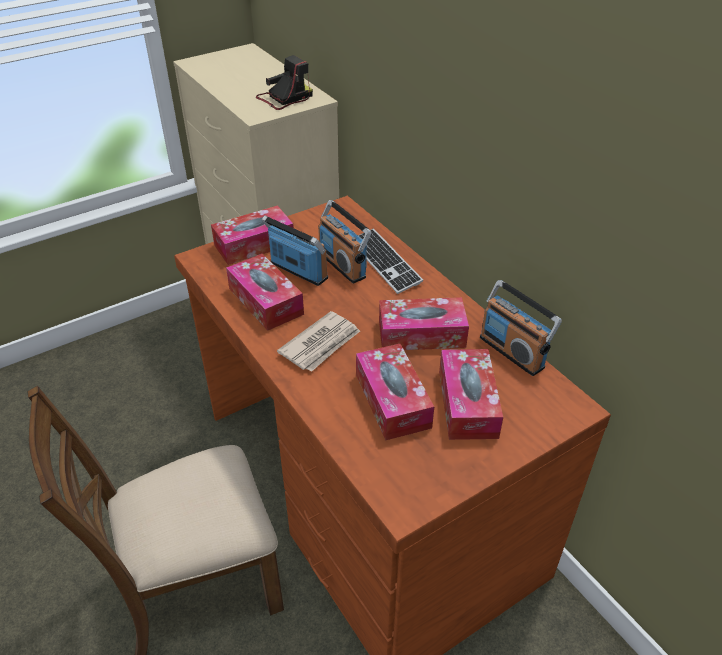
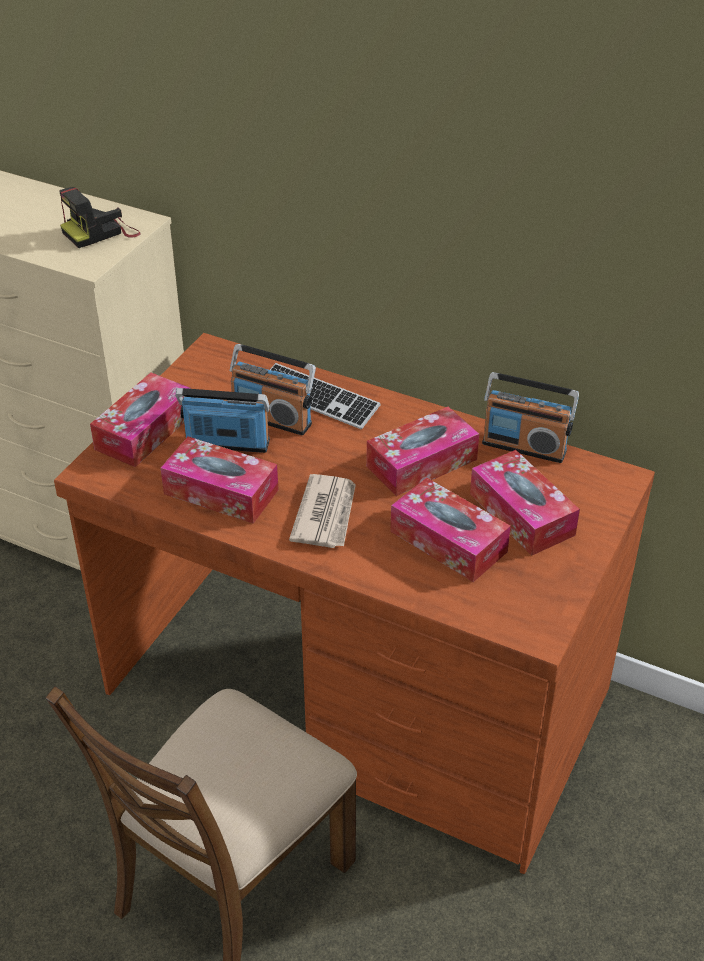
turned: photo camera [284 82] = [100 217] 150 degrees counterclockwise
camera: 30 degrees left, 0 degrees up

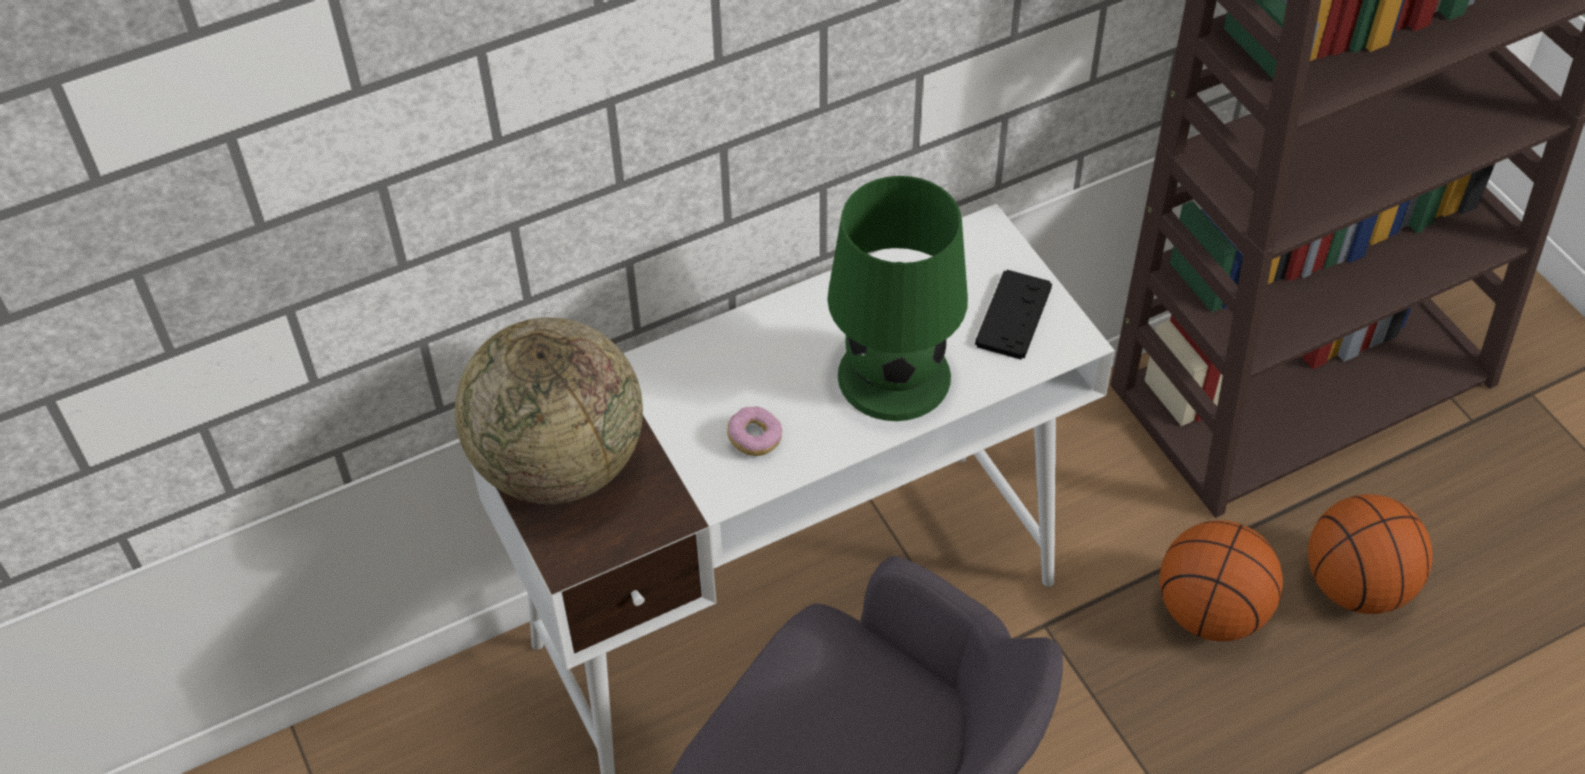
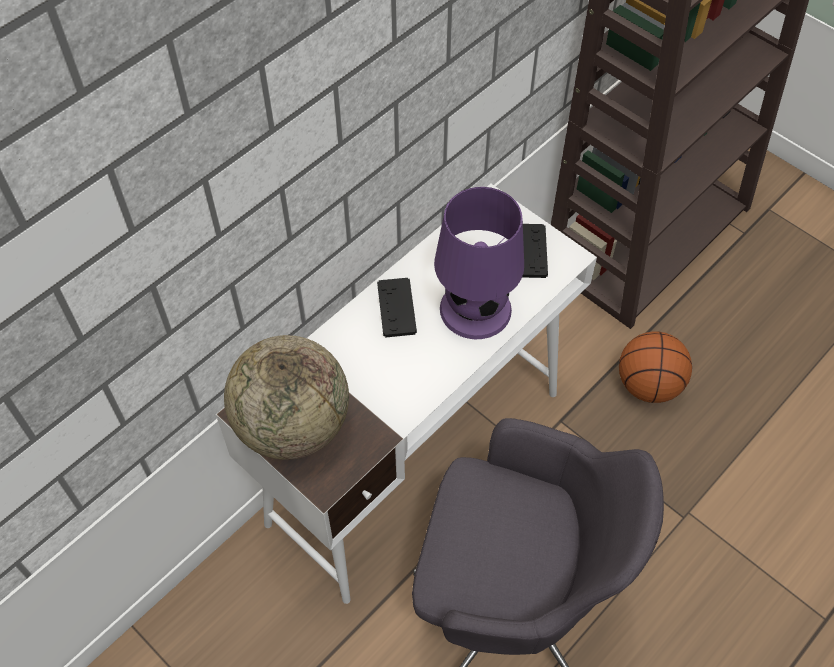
removed: ring doughnut [754 431]; basketball [1370 554]
added: black game controller [397 308]
recoloured: greenish lamp for a table [897 298] to purple lamp for a table [479 263]
camera: 20 degrees left, 5 degrees up

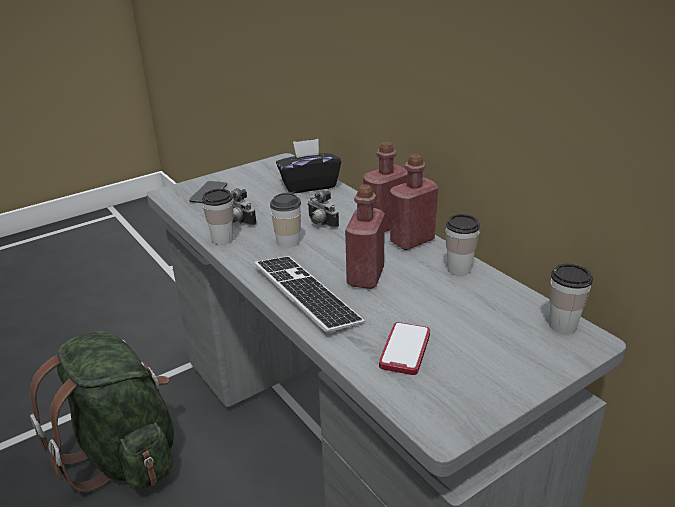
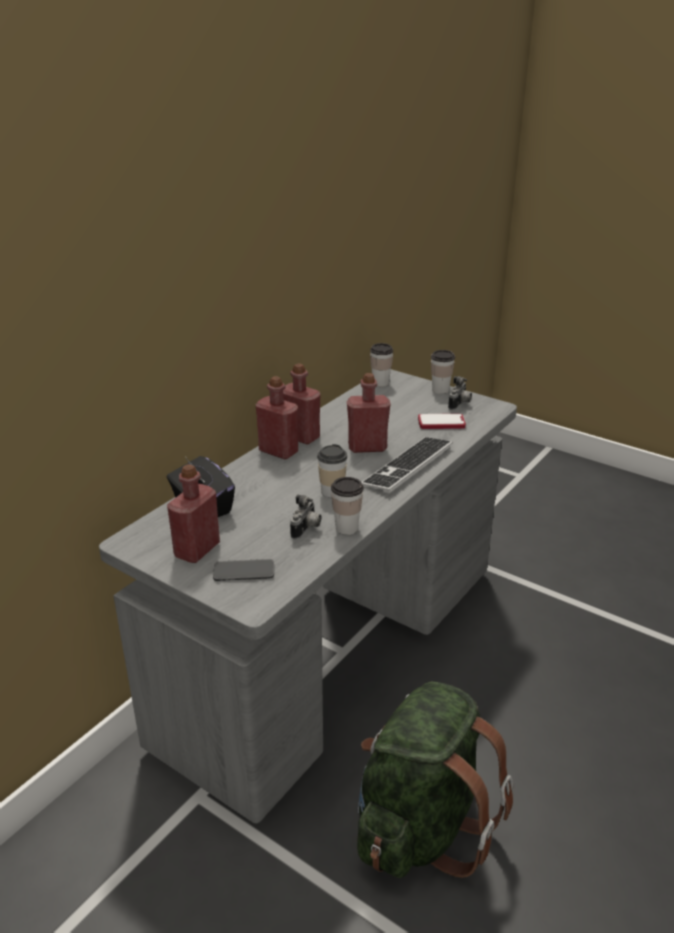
added: reddish beverage bottle [193 513]
moved: photo camera [323 208] to [460 393]; drinking cup [462 245] to [443 372]
camera: 110 degrees left, 0 degrees up

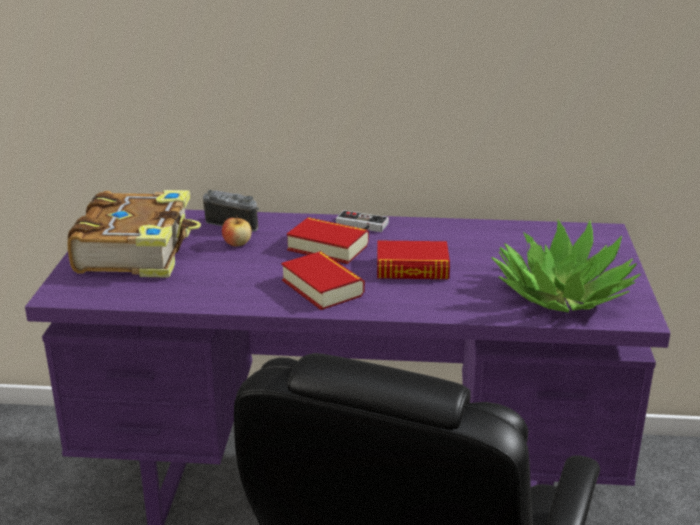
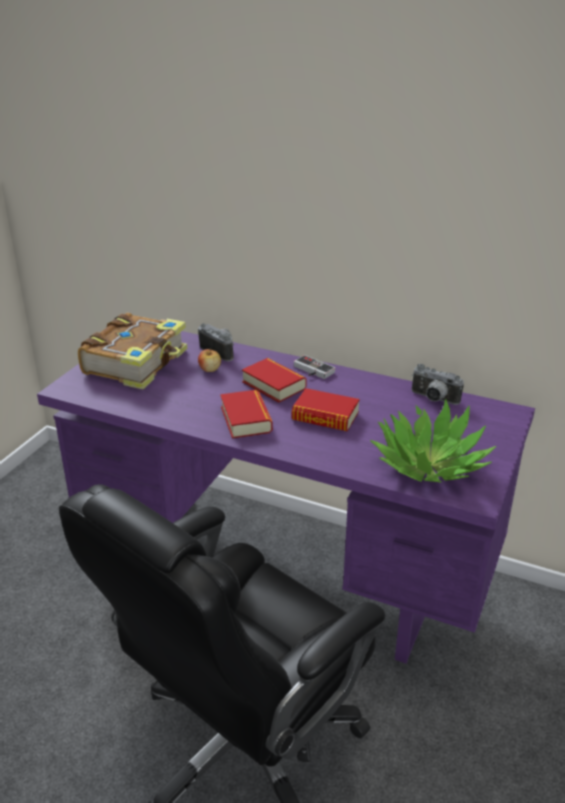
added: photo camera [438 384]
camera: 20 degrees right, 5 degrees up

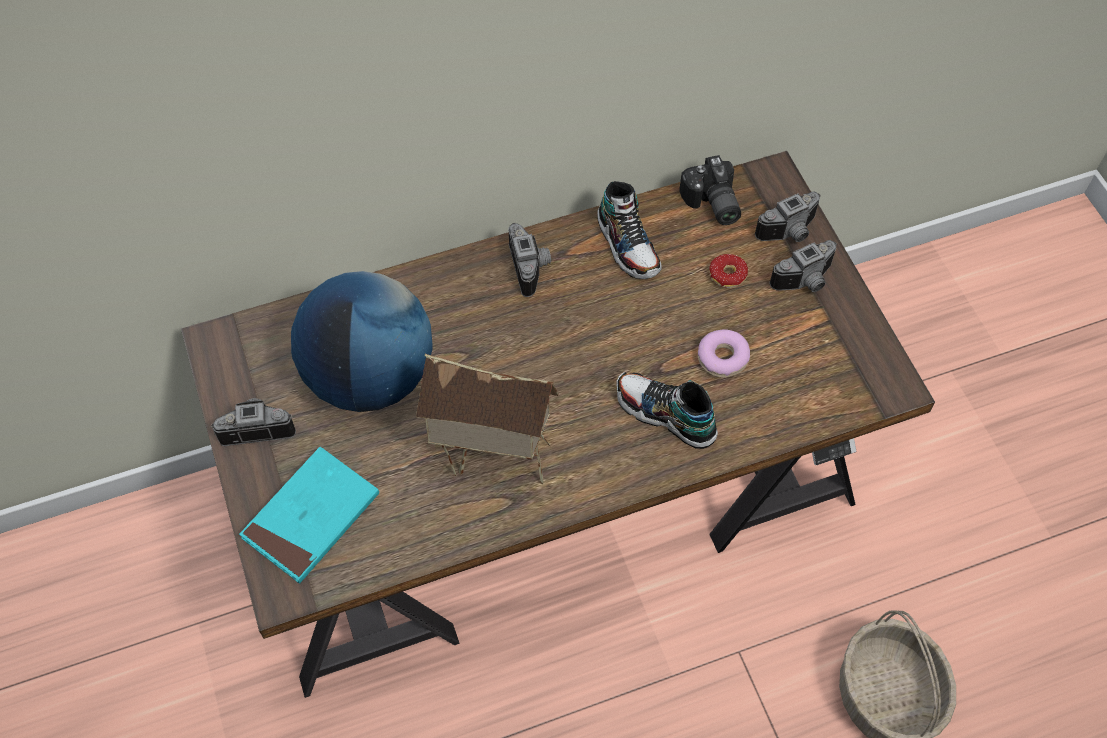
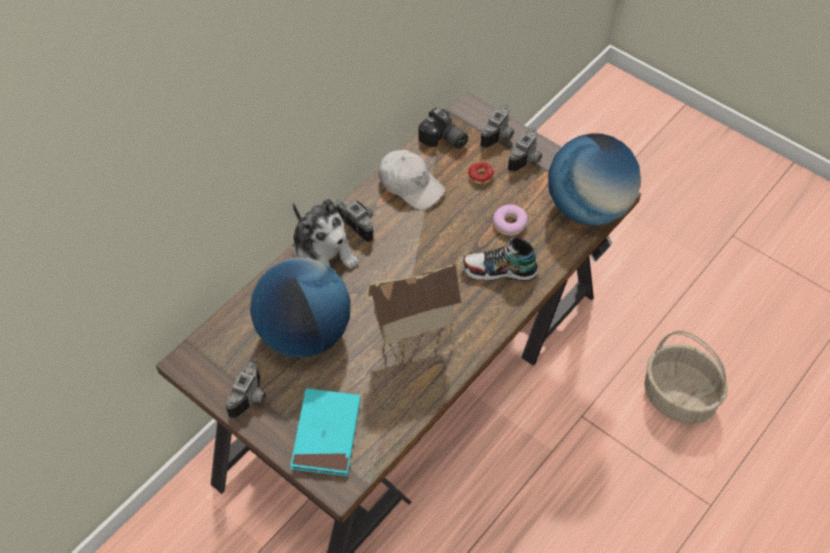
added: globe [594 179]; cuddly toy [326 234]
replaced: item of footwear [629 230] to white cap [411 180]
turned: photo camera [253 422] = [245 390] 150 degrees clockwise
camera: 30 degrees left, 5 degrees down

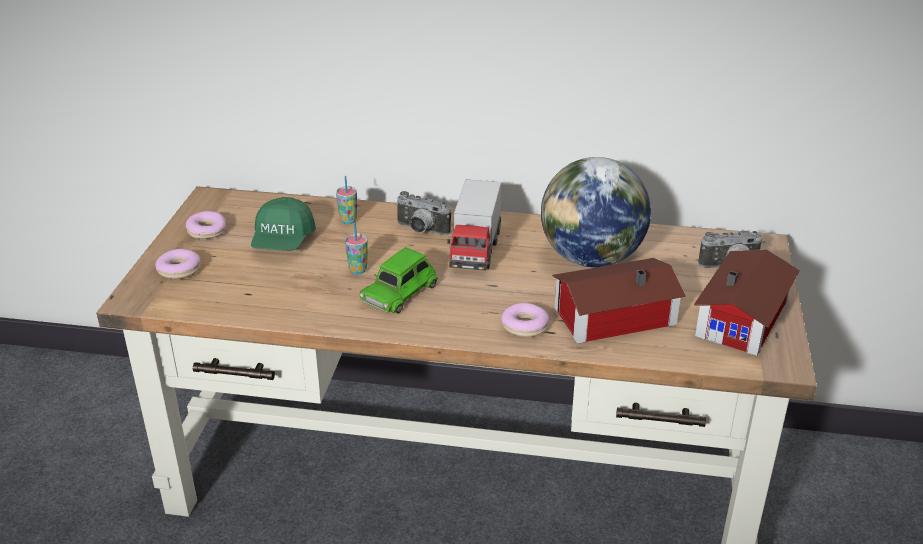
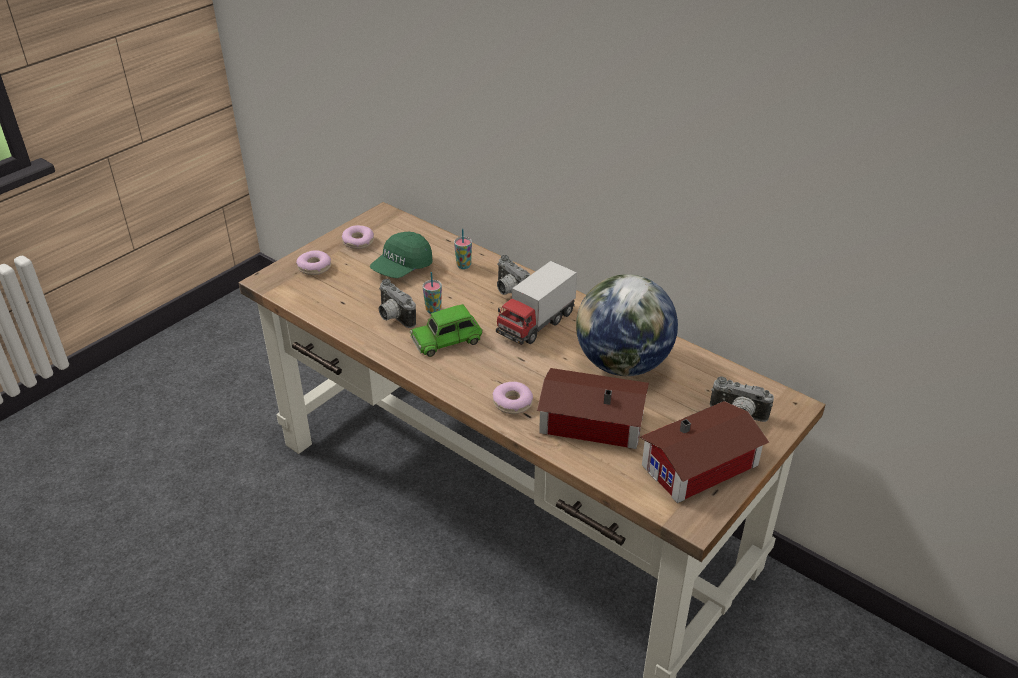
added: photo camera [397 303]
camera: 30 degrees right, 5 degrees up

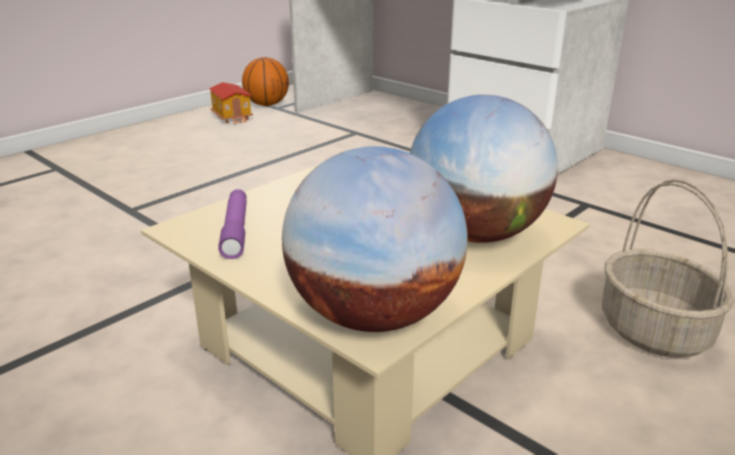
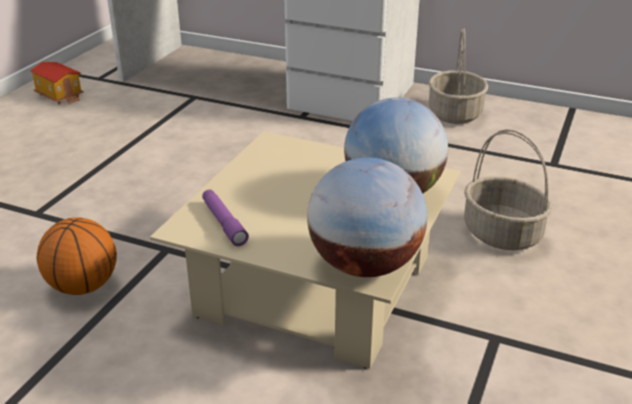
added: storage basket [458 76]
moved: basketball [265 81] to [77 256]
camera: 20 degrees left, 5 degrees up

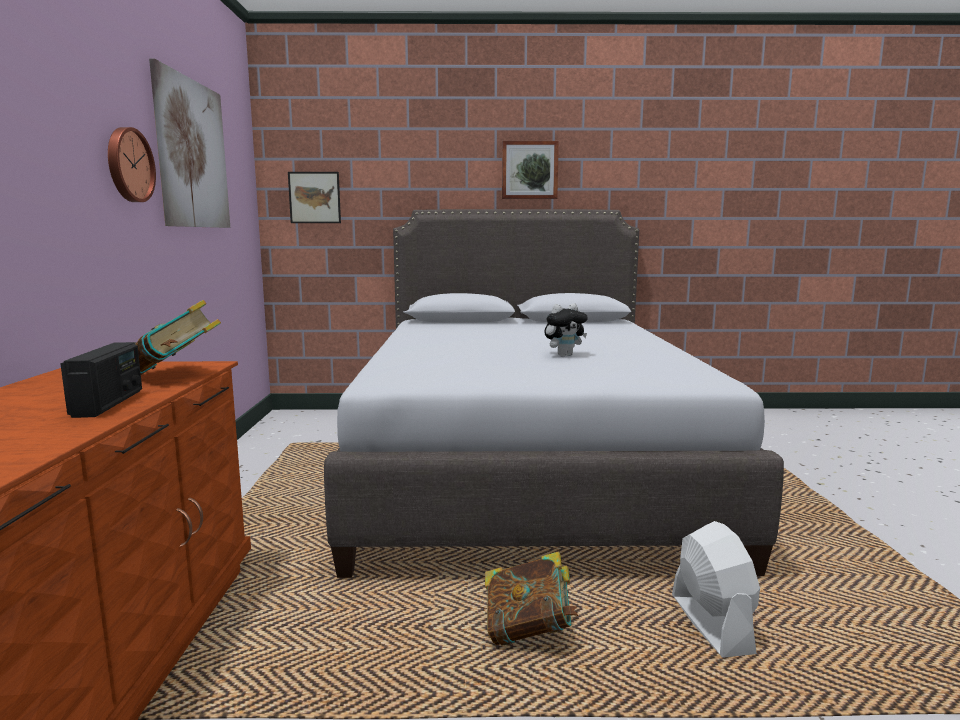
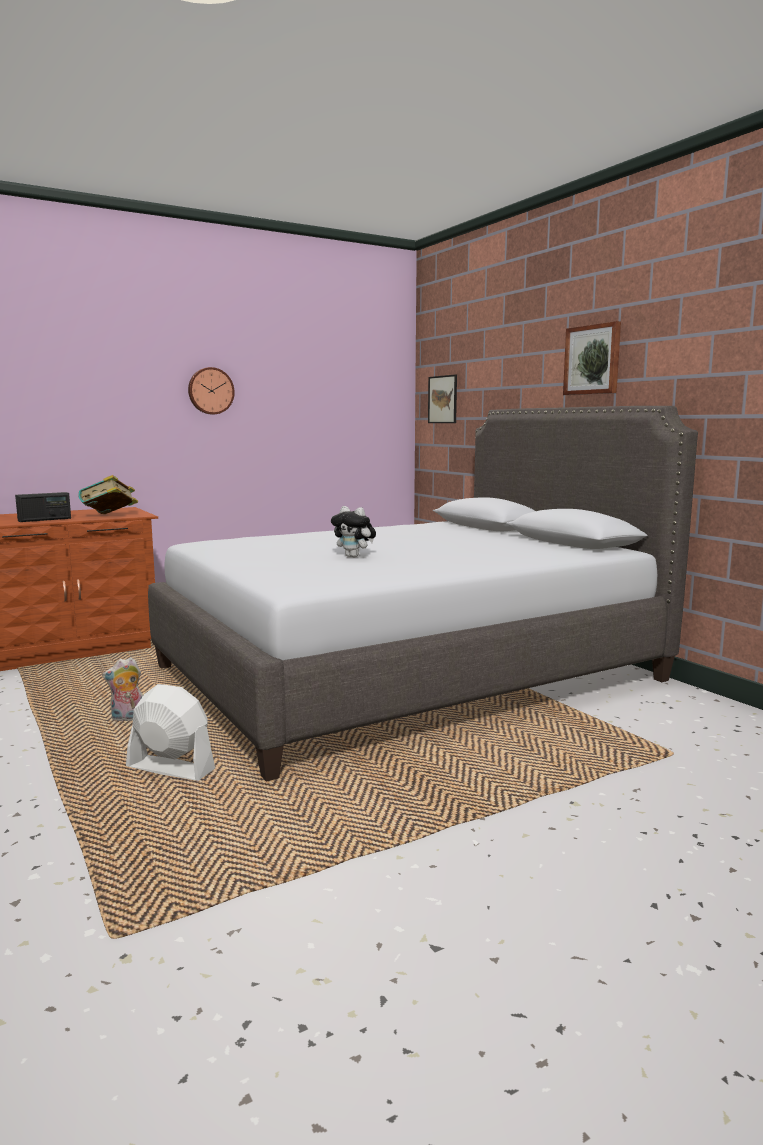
removed: wall picture [189 143]
replaced: book [531 598] to cuddly toy [122 689]
turned: white electric fan [716 589] = [170 732] 120 degrees counterclockwise
camera: 60 degrees right, 0 degrees up

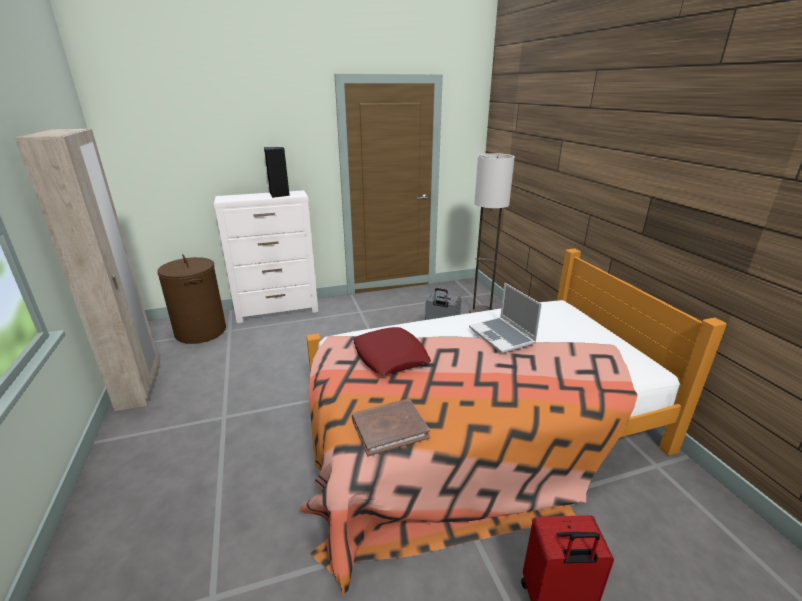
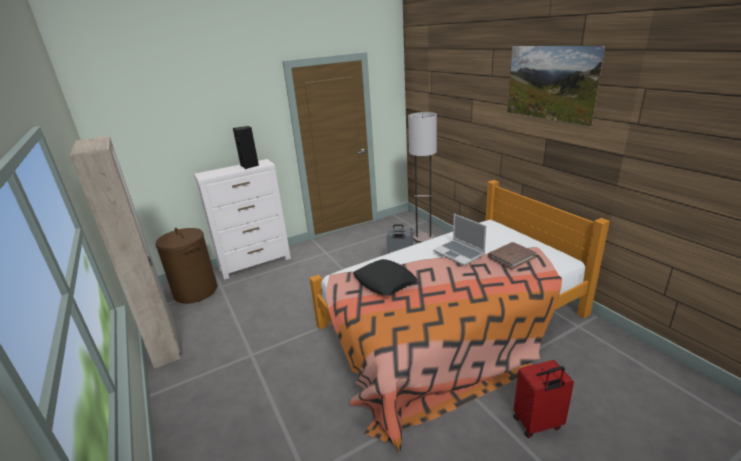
added: wall picture [556 86]
moved: brown-coloured book [391 427] to [512 255]
recoloured: reddish pillow [392 351] to black pillow [385 277]
camera: 10 degrees left, 0 degrees up

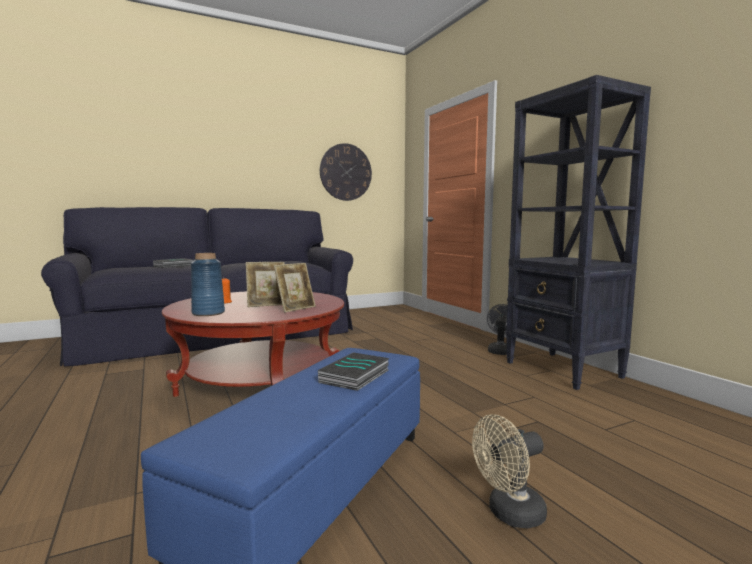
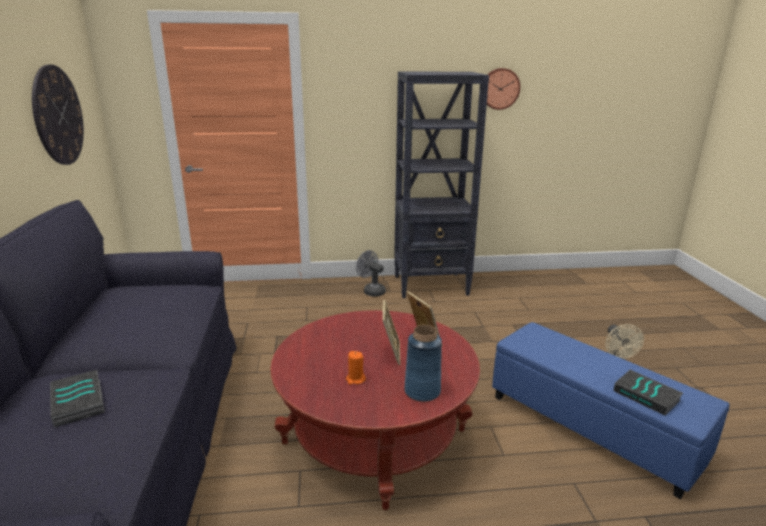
added: clock on the wall [503 89]
moved: book [354 371] to [648 393]
camera: 70 degrees left, 15 degrees up

